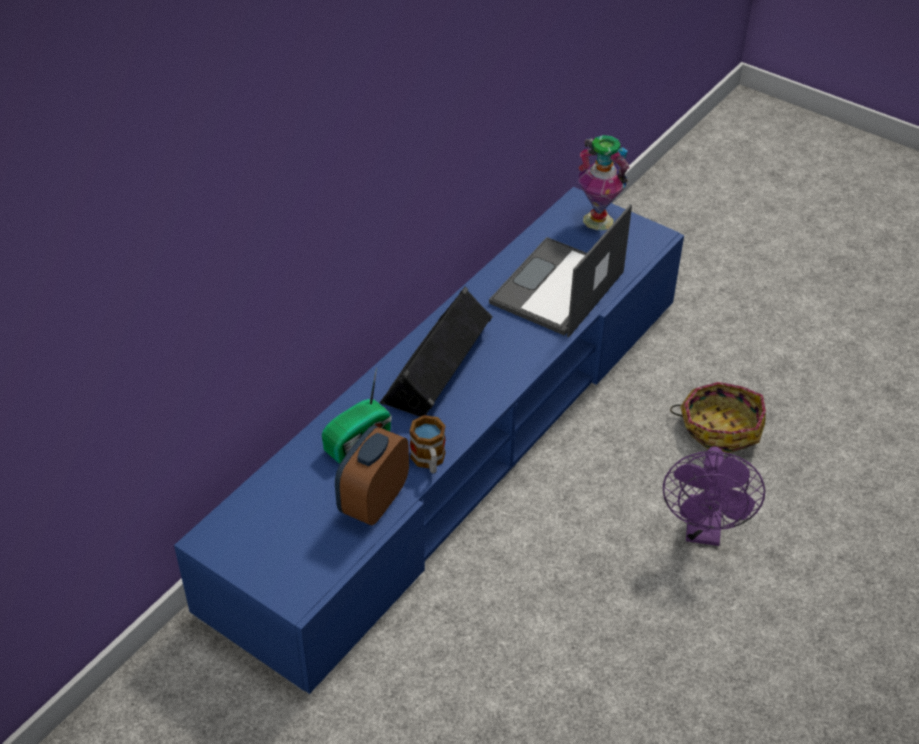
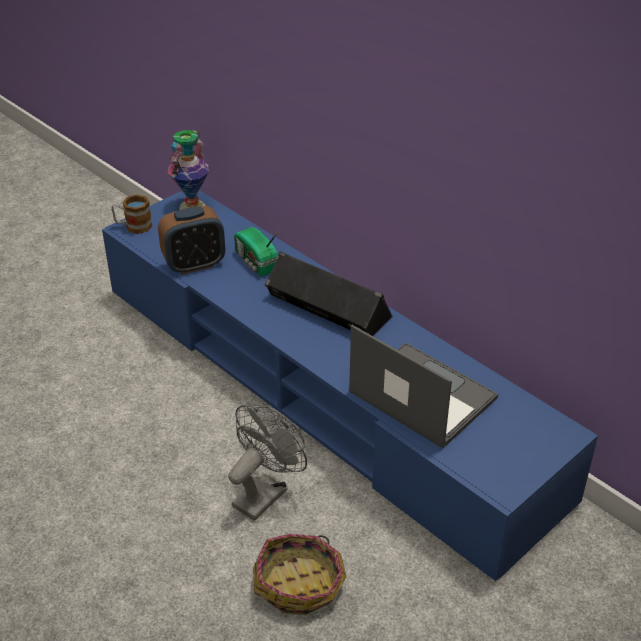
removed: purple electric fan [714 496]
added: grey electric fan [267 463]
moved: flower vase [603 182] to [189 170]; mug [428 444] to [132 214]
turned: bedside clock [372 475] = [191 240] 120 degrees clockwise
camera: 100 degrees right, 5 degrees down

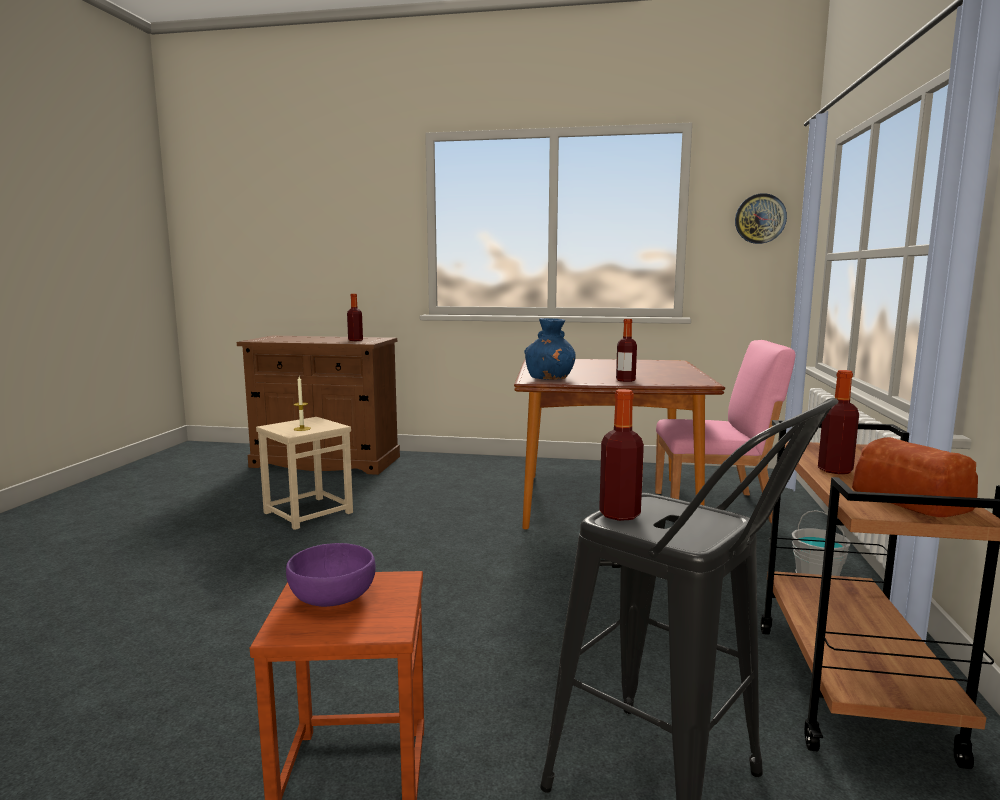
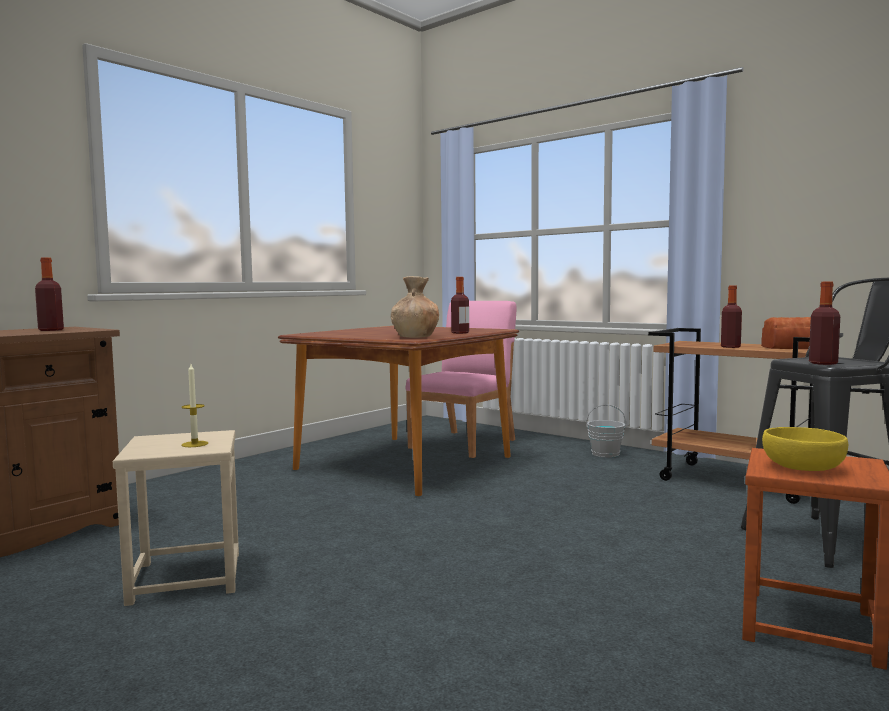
removed: clock on the wall [761 218]
recoloured: blue flower vase [550 349] to brown-coloured flower vase [415 307]; purple deep dish [331 575] to yellow-coloured deep dish [805 449]
camera: 60 degrees left, 5 degrees down

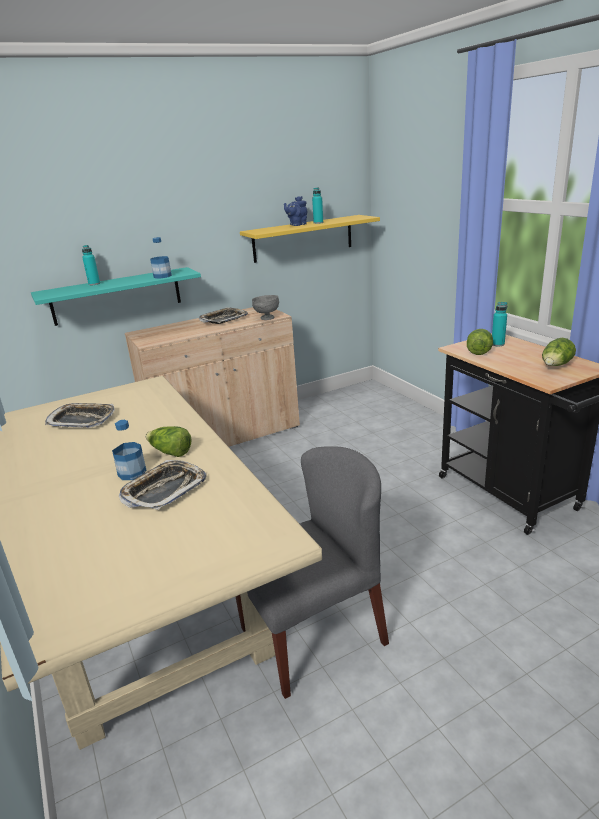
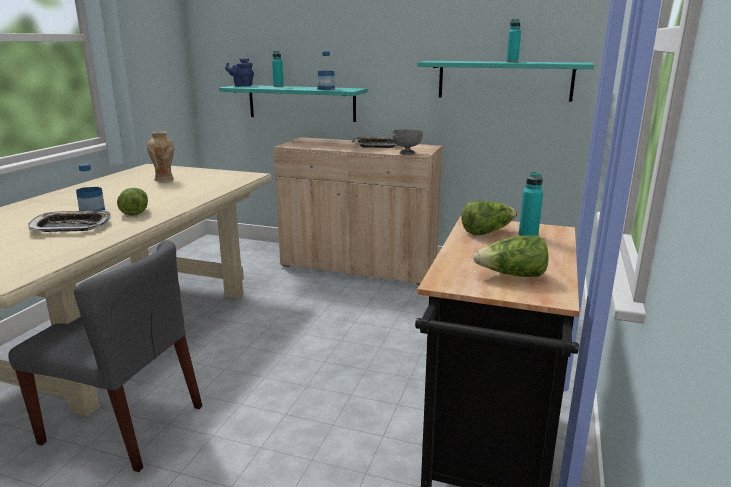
moved: blue teapot [295 211] to [239 72]
replaced: tray [80 415] to flower vase [160 156]
recoloured: yellow-coloured wall shelf [310 239] to blue-green wall shelf [505 81]
camera: 45 degrees right, 5 degrees down

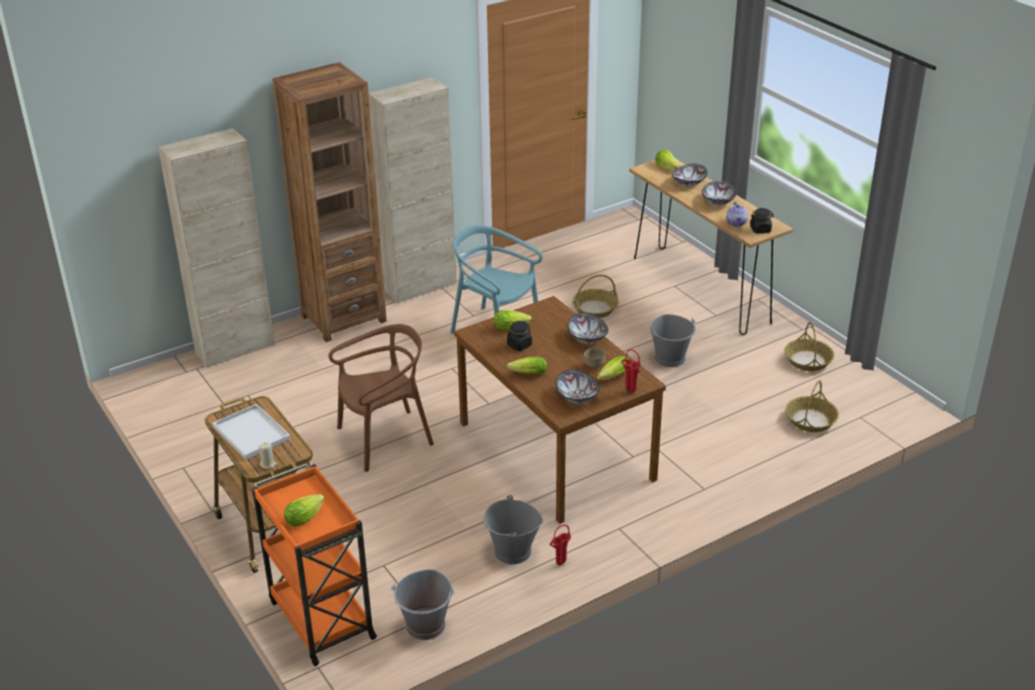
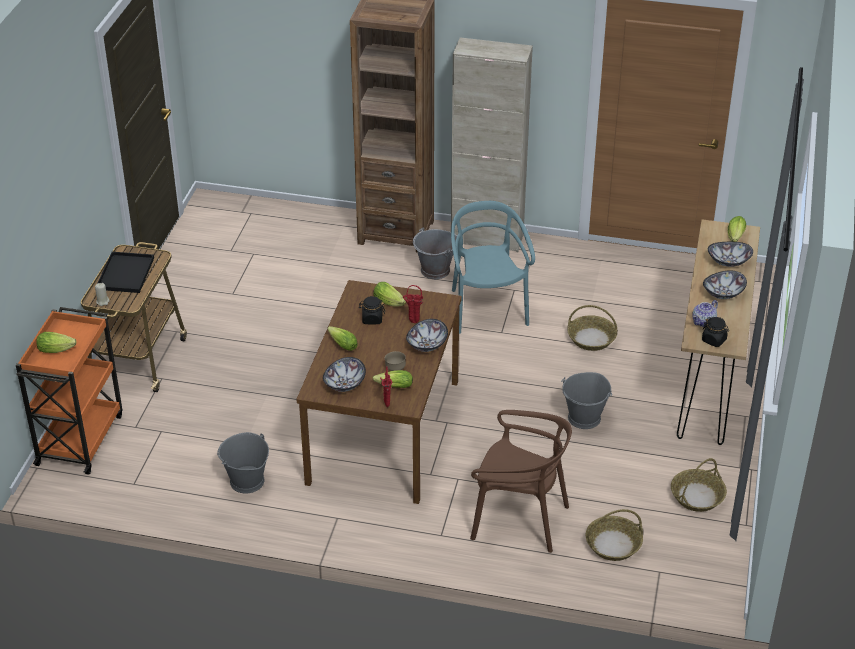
removed: beige-coloured cabinet [216 248]
moved: brown-coloured upright chair [381 398] to [521 481]; reddish flower vase [560 545] to [413 304]; grey pail [423 604] to [435 253]
recoloured: white tray [252 431] to black tray [126 272]
camera: 45 degrees right, 5 degrees up

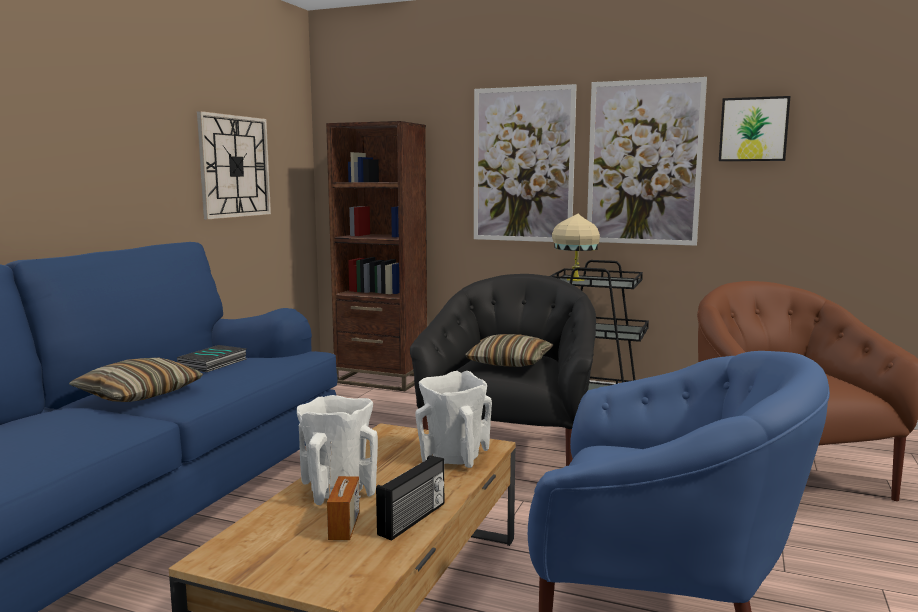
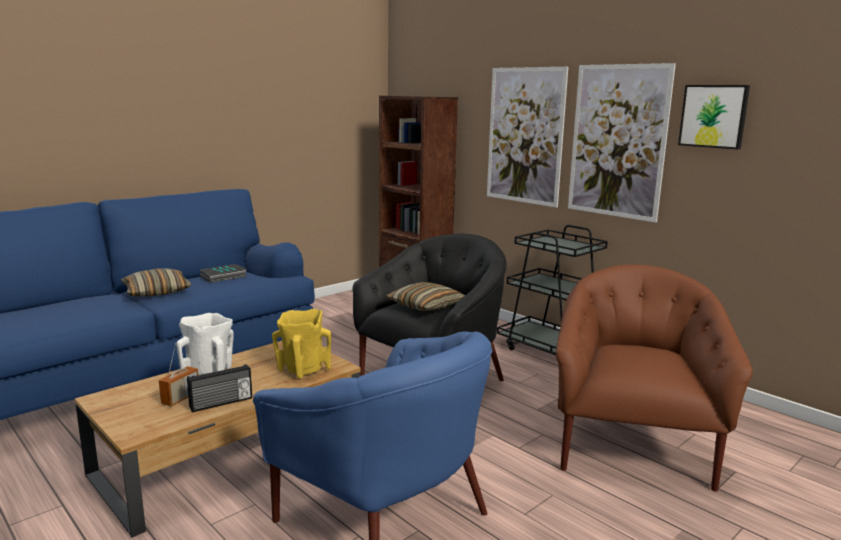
removed: clock on the wall [234 165]; beige-coloured lamp for a table [576 247]
recoloured: white flower vase [453 419] to yellow-coloured flower vase [301 344]
camera: 25 degrees right, 5 degrees up

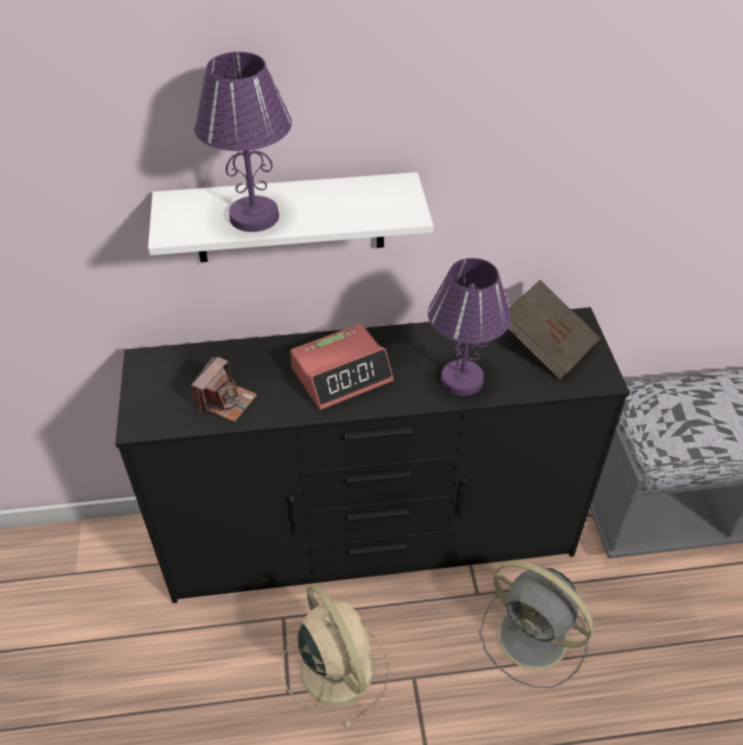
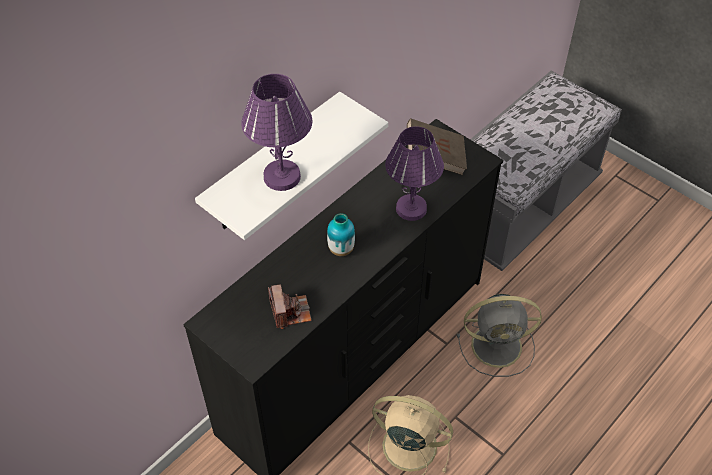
replaced: bedside clock [342 367] to flower vase [341 234]
camera: 40 degrees left, 5 degrees up

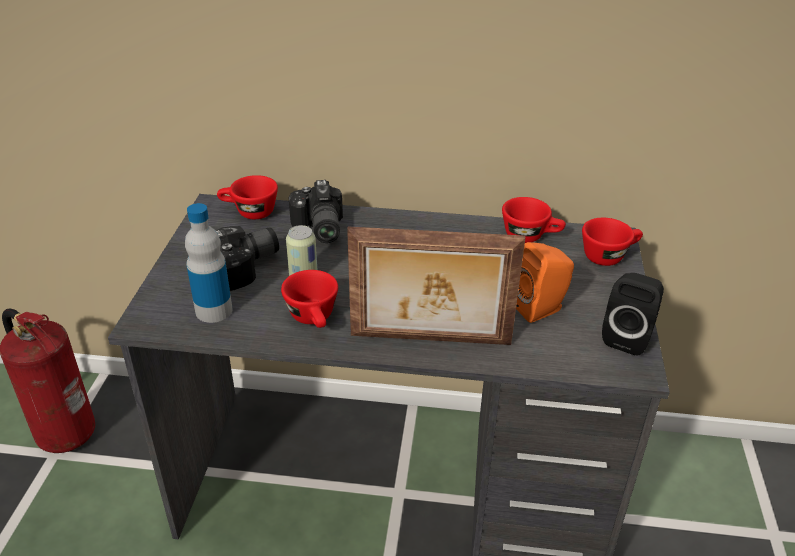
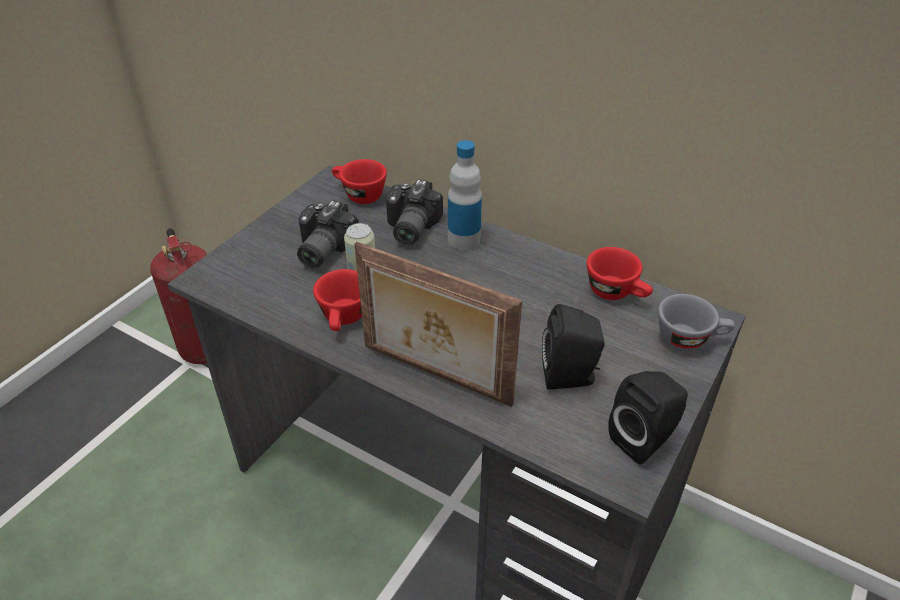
moved: beverage bottle [209 263] to [465 195]
recoloured: reddish drinking cup [612 242] to grey drinking cup [696 323]; orange-coloured audio speaker [545 282] to black audio speaker [573 346]
turned: photo camera [247 258] = [328 234] 120 degrees clockwise
camera: 25 degrees right, 5 degrees up

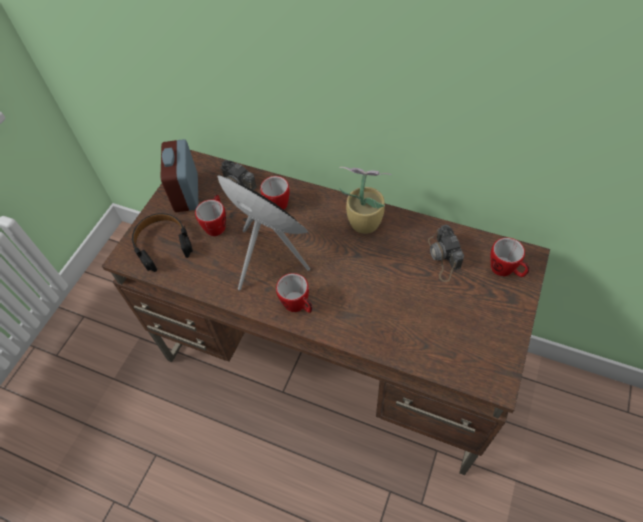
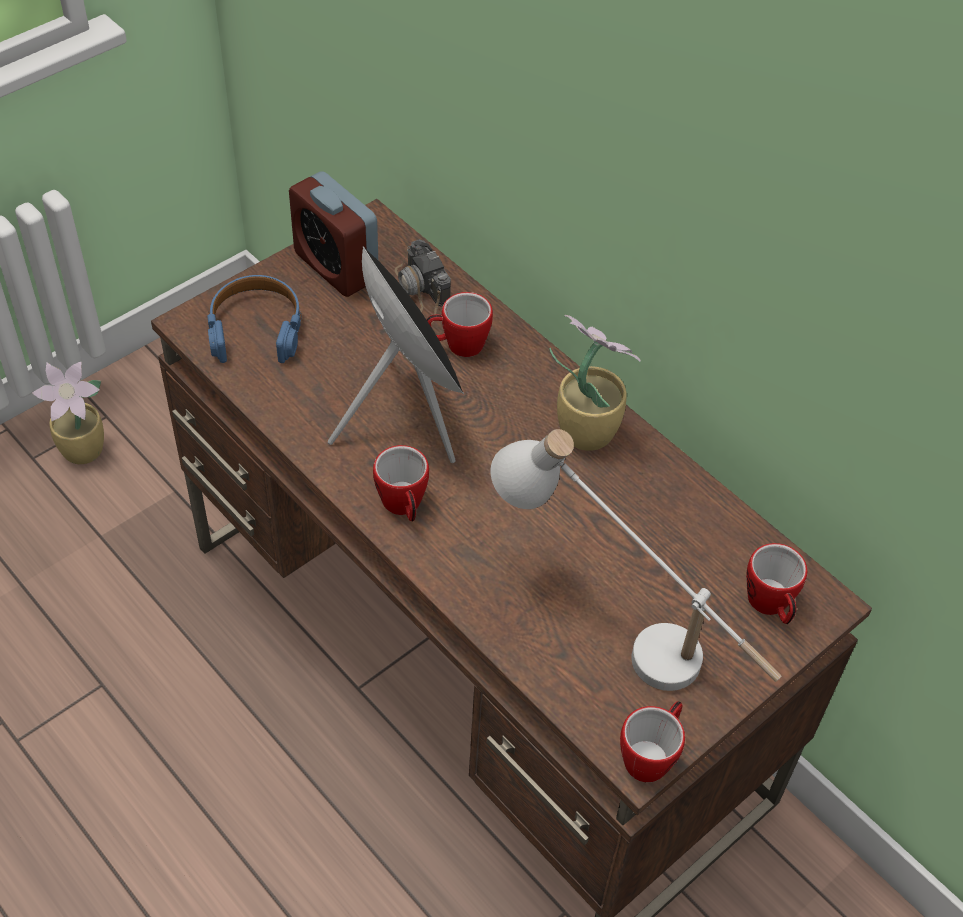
removed: photo camera [446 253]
added: houseplant [68 412]; white lamp for a table [636 560]
moved: mug [210 215] to [652 742]
recoloured: black pair of headphones [162 242] to blue pair of headphones [254 319]
turned: bedside clock [179 175] = [333 234] 60 degrees counterclockwise
camera: 20 degrees right, 5 degrees down

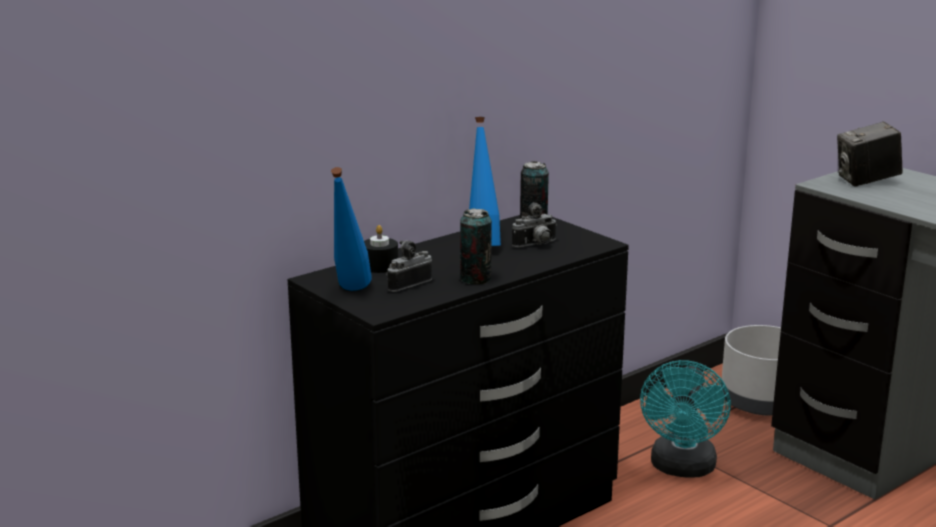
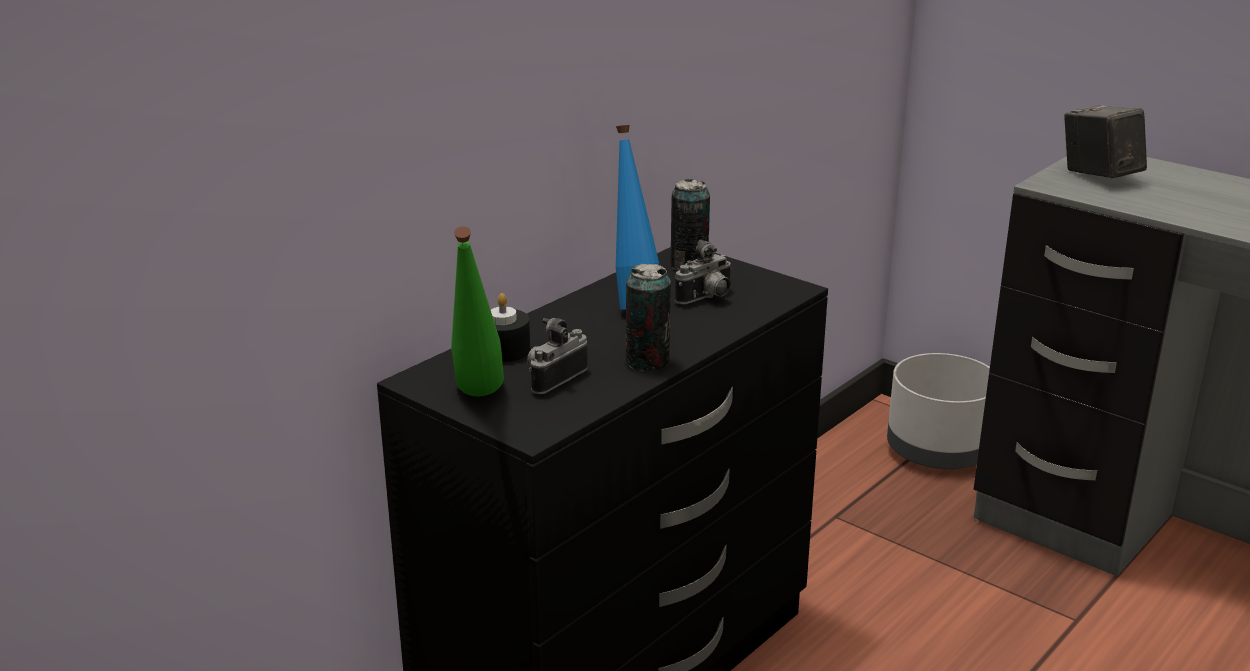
removed: blue-green electric fan [685 418]
recoloured: blue beverage bottle [351 229] to greenish beverage bottle [477 312]
turned: photo camera [870 154] = [1105 141] 90 degrees clockwise
camera: 10 degrees left, 5 degrees up

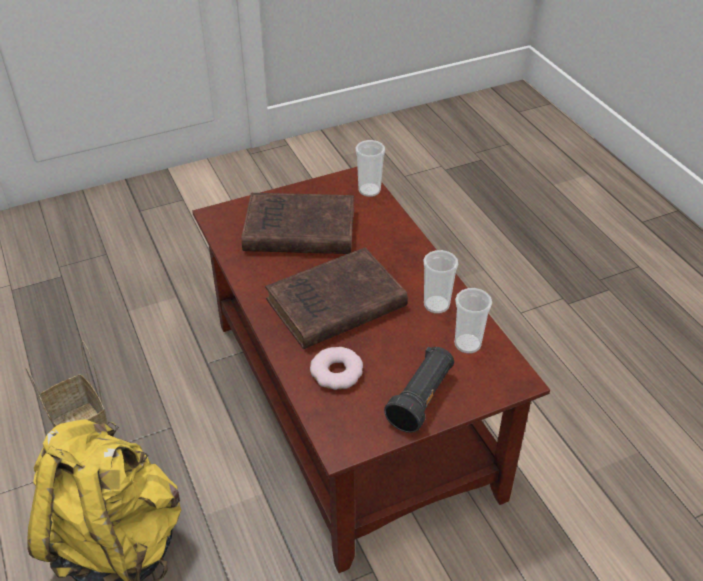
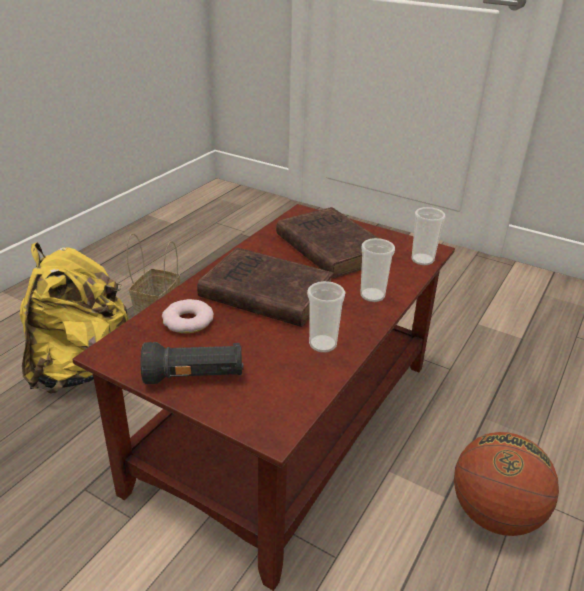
added: basketball [506 484]
moved: drinking cup [473 321] to [377 270]
camera: 55 degrees right, 10 degrees down

